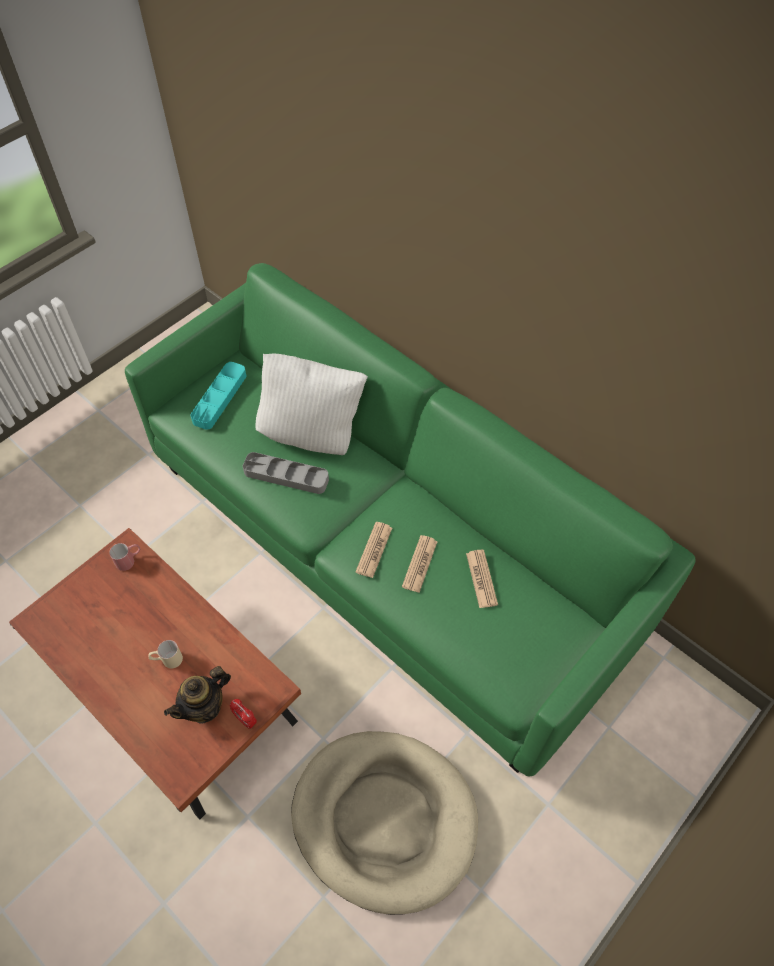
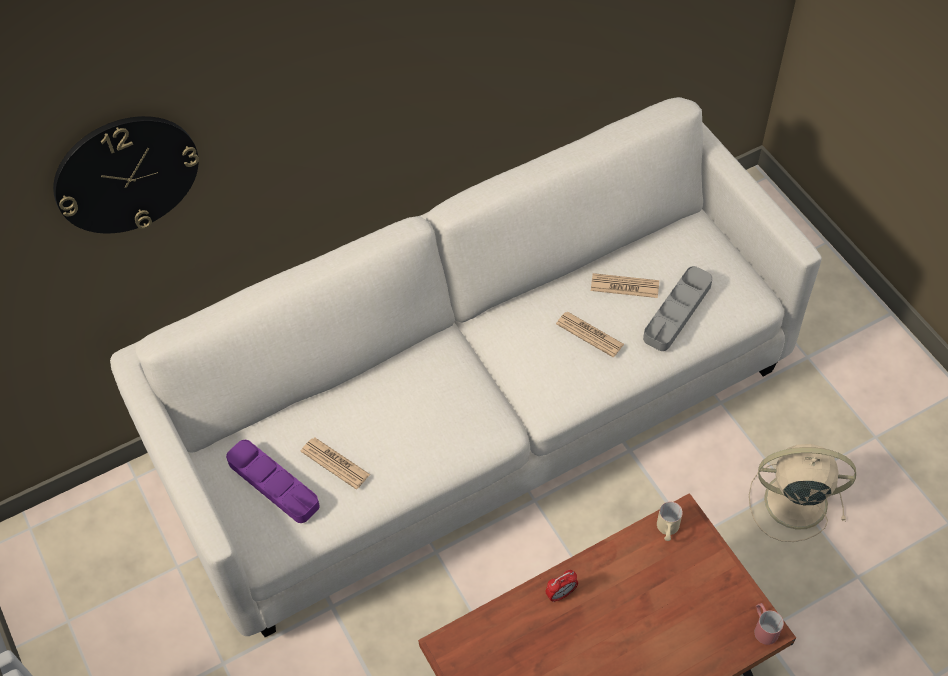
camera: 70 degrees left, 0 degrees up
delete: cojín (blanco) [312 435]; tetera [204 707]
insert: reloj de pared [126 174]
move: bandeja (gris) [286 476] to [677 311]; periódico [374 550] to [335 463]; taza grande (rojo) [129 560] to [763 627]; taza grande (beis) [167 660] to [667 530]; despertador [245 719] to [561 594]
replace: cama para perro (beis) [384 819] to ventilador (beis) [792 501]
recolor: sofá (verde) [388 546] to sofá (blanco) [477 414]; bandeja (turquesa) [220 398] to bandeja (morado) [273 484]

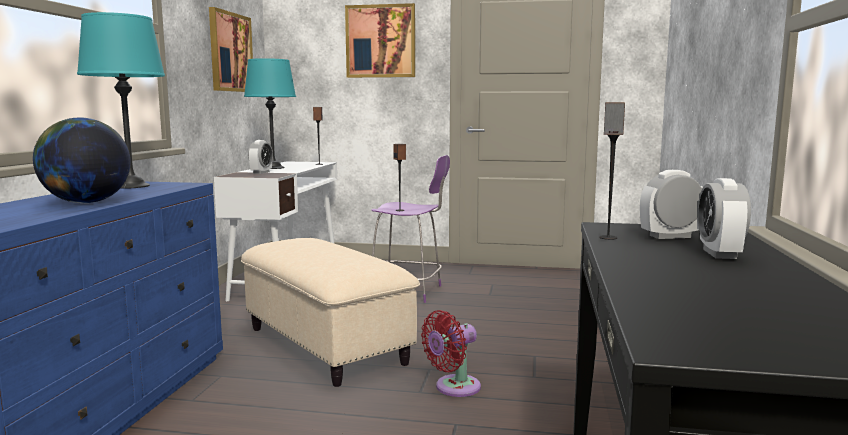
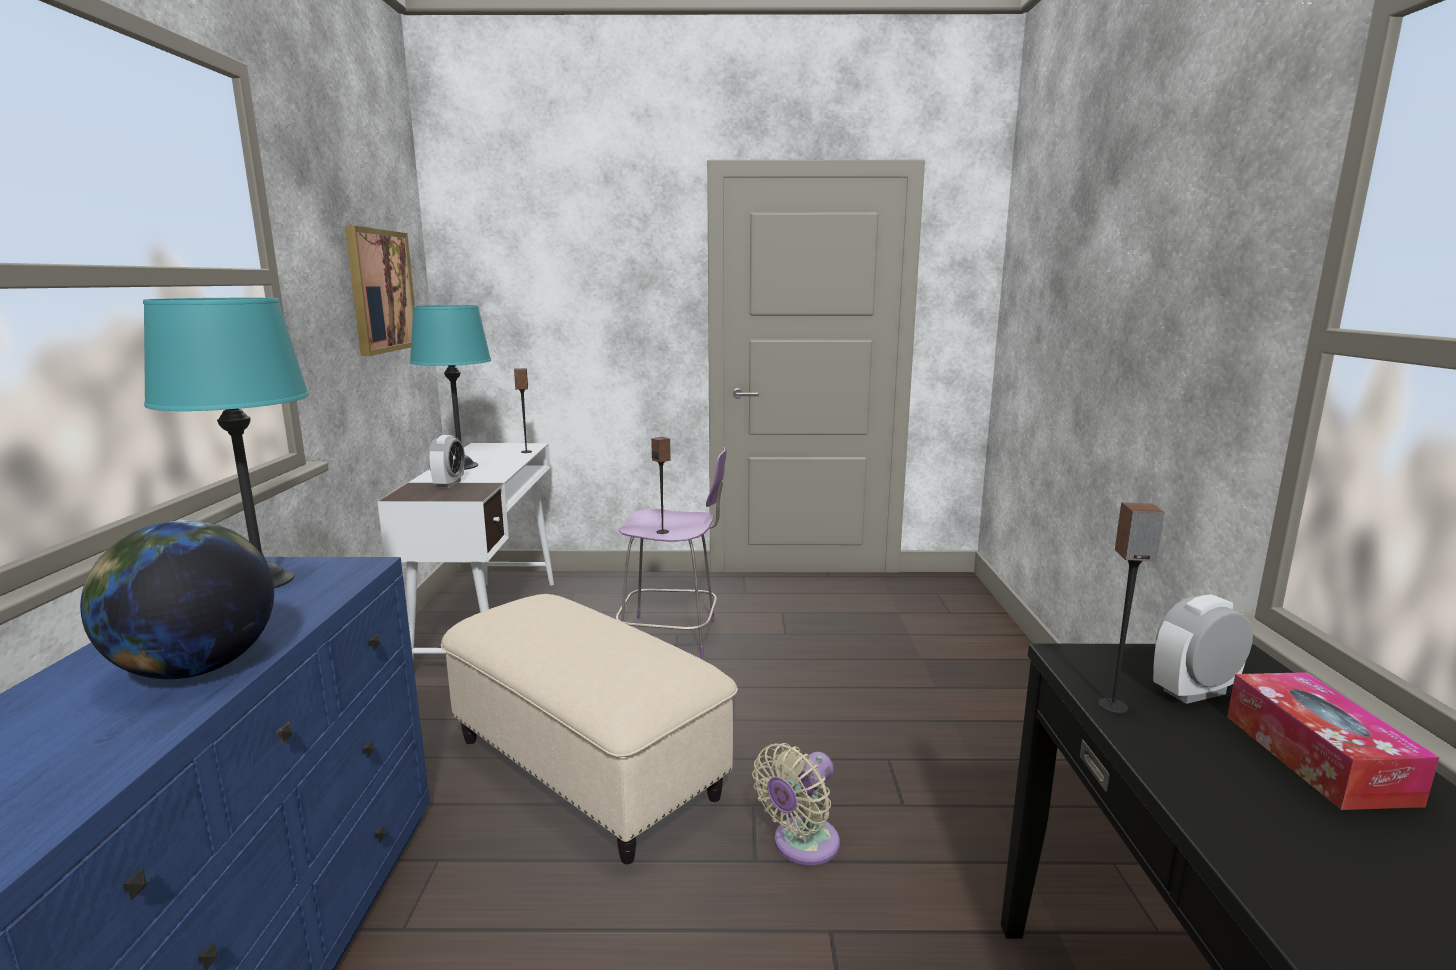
camera: 10 degrees left, 5 degrees up
delete: cuadro [380 41]
replace: despertador [719 254] to caja de pañuelos [1316 758]
recolor: ventilador (rojo) [454 388] to ventilador (beis) [801 845]

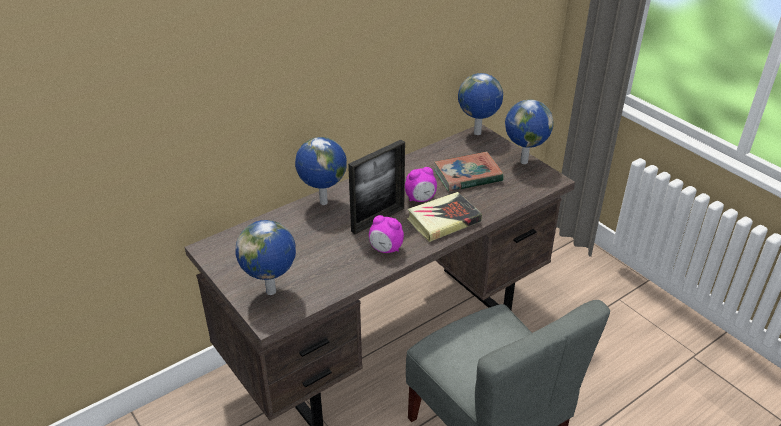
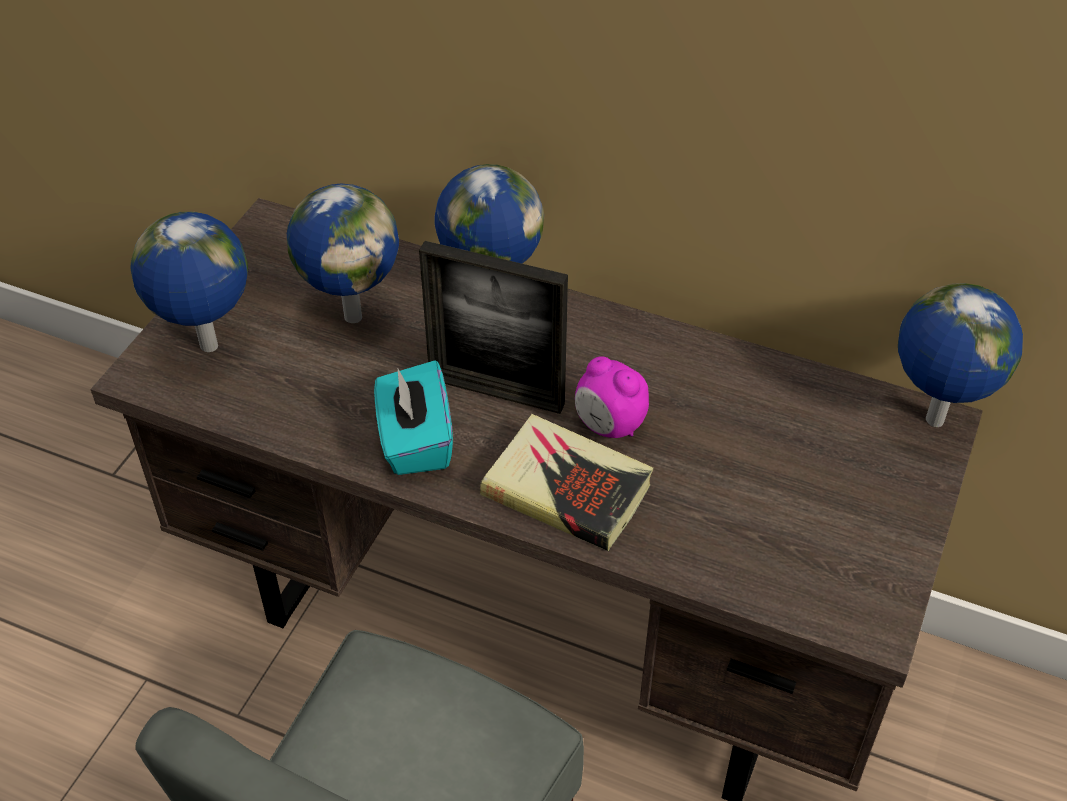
camera: 60 degrees right, 10 degrees up
delete: libro [467 176]
move: globo terráqueo [523 161] to [353 315]
replace: despertador [386 249] to caja de pañuelos (turquesa) [415 441]

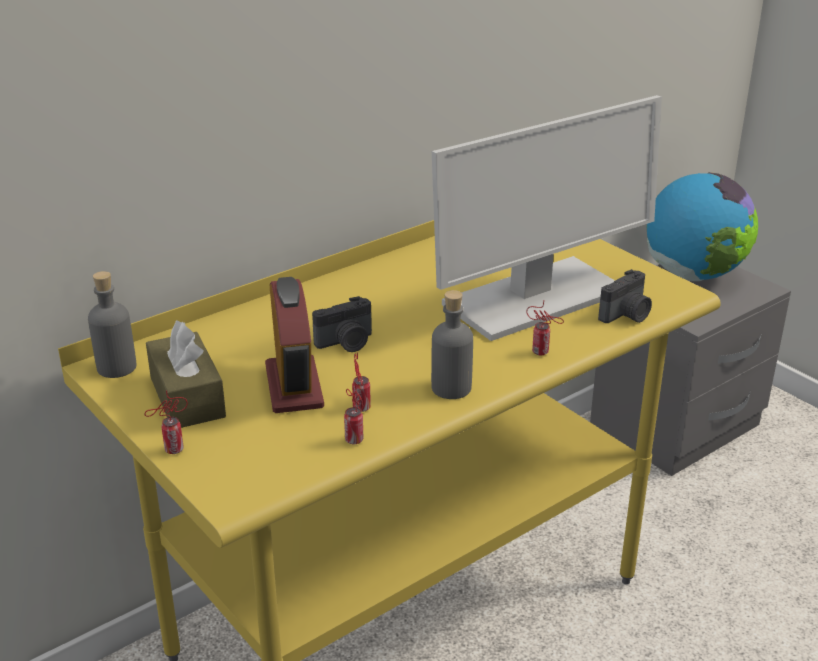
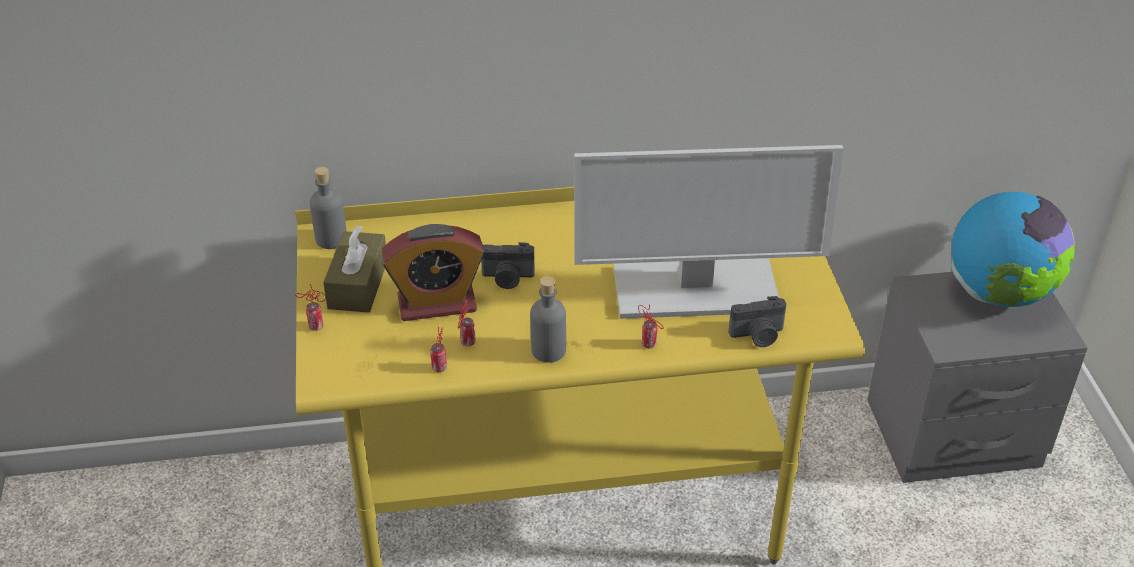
camera: 30 degrees right, 10 degrees up
rotate: despertador [294 386] = [437 304] 60 degrees clockwise

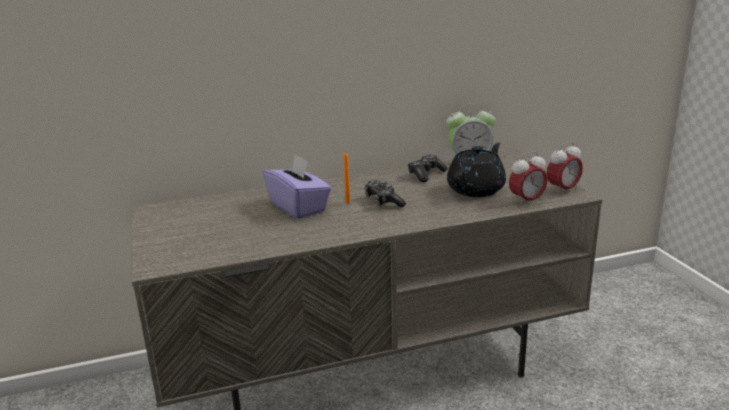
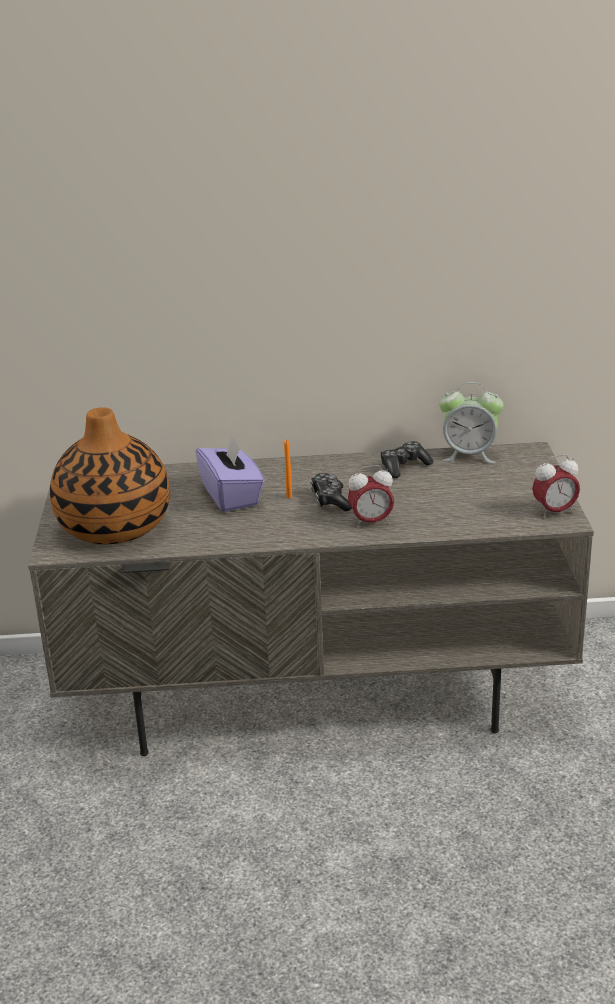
camera: 15 degrees right, 5 degrees up
delete: tetera (negro) [476 189]
insert: florero [115 526]
move: despertador [526 201] to [371 522]

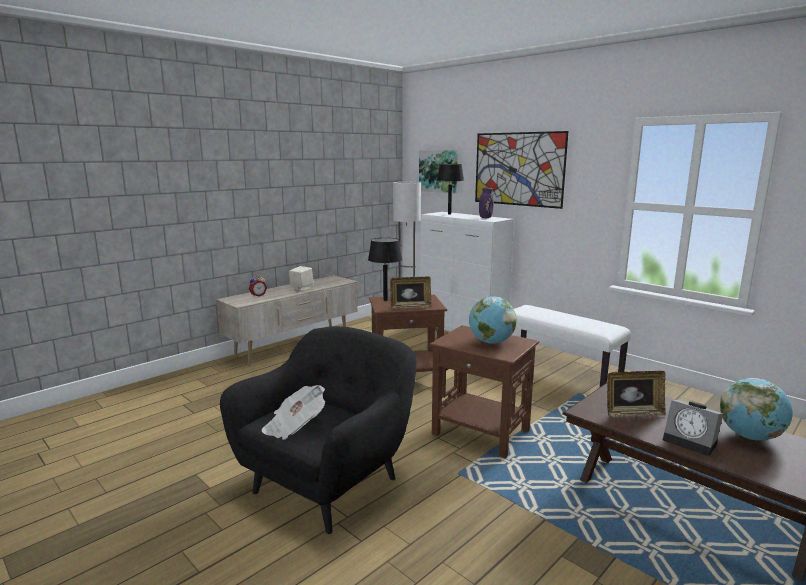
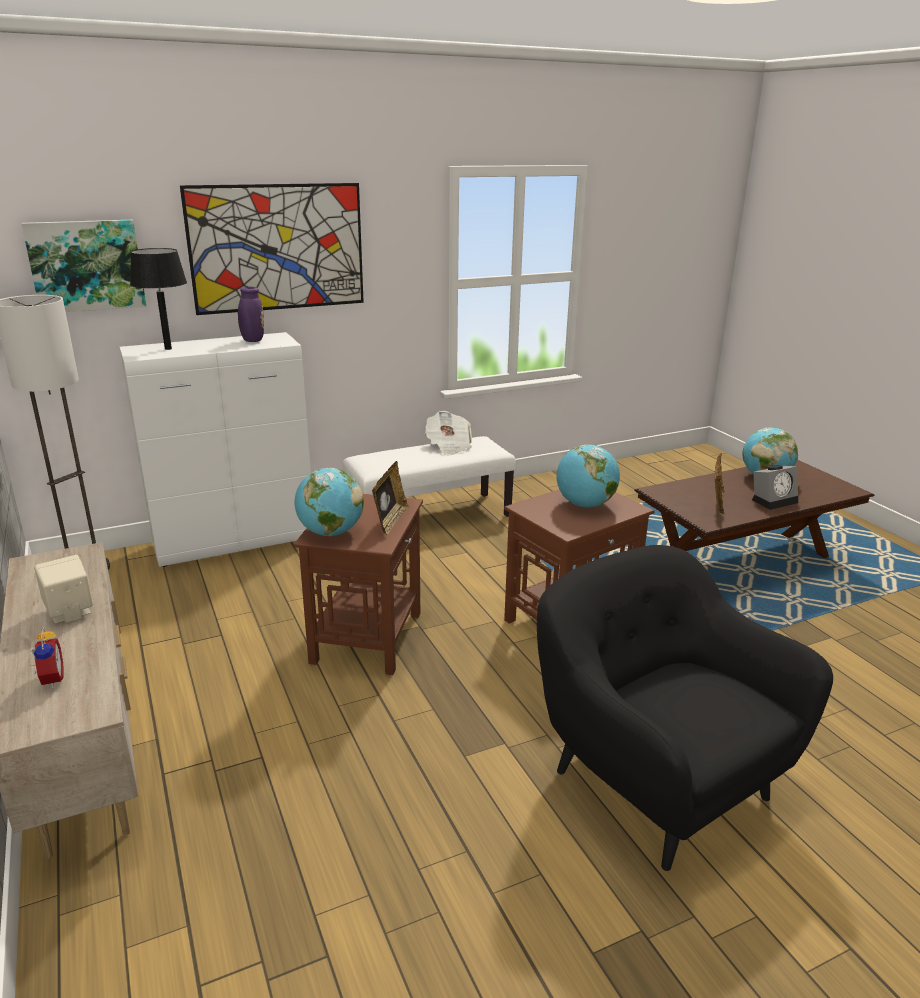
camera: 70 degrees left, 10 degrees up
move: periódico [294 427] to [448 446]
replace: lámpara de mesa (negro) [385 300] to globo terráqueo [330 533]

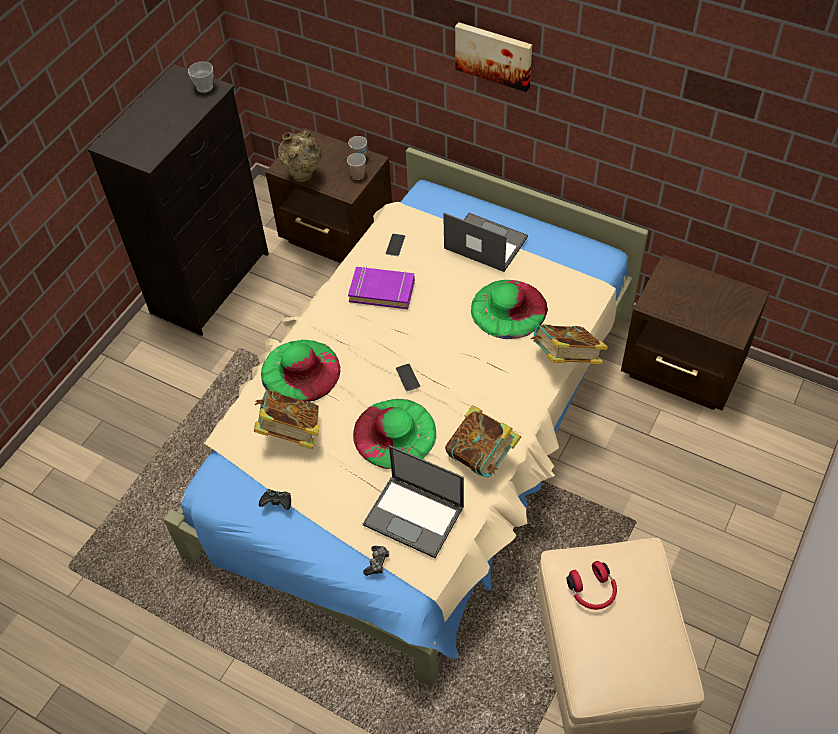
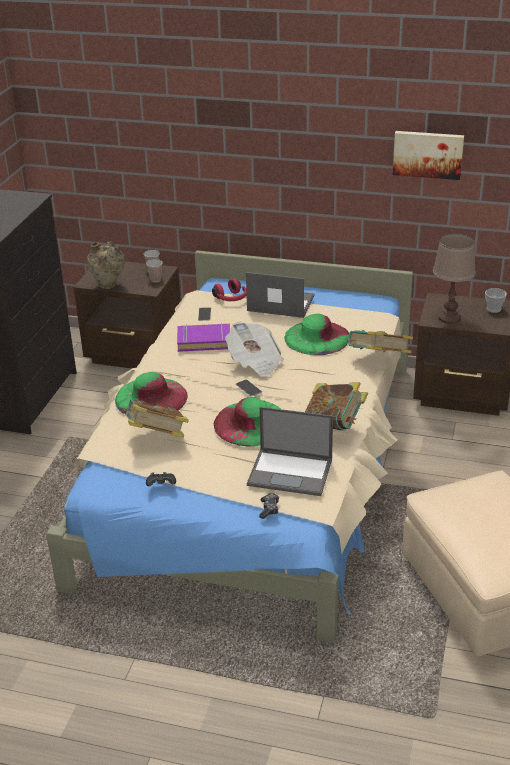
camera: 15 degrees left, 20 degrees down
insert: lámpara de mesa (marrón) [450 318]; periódico [255 362]
move: cuadro [494 55] to [428 154]; taza [204 87] to [493 309]; auriculares (rojo) [592 591] to [231 298]

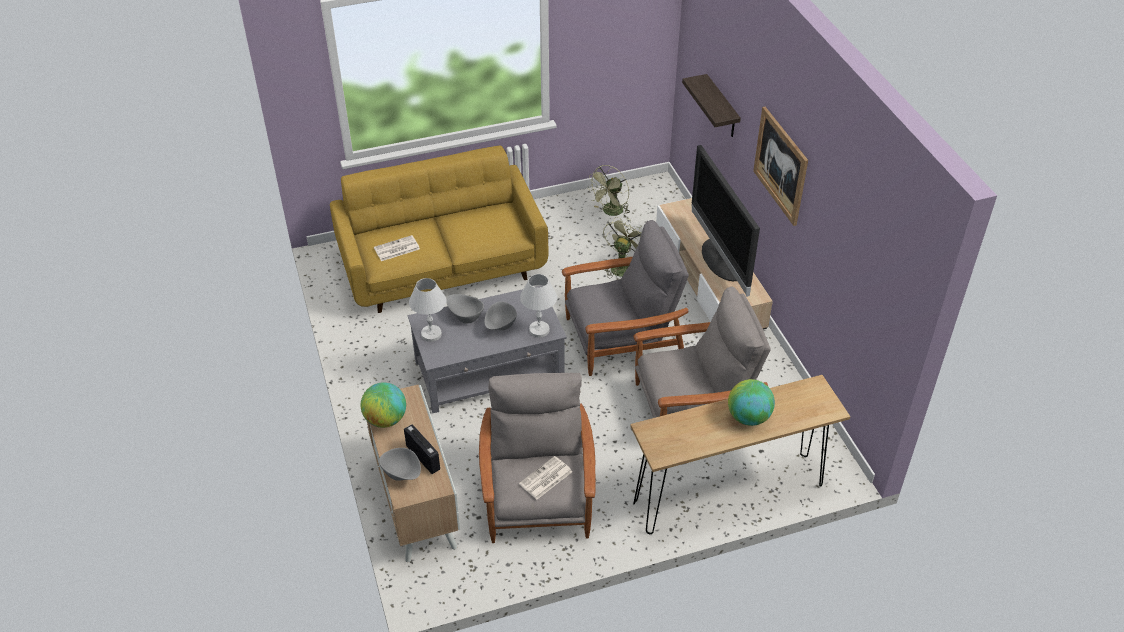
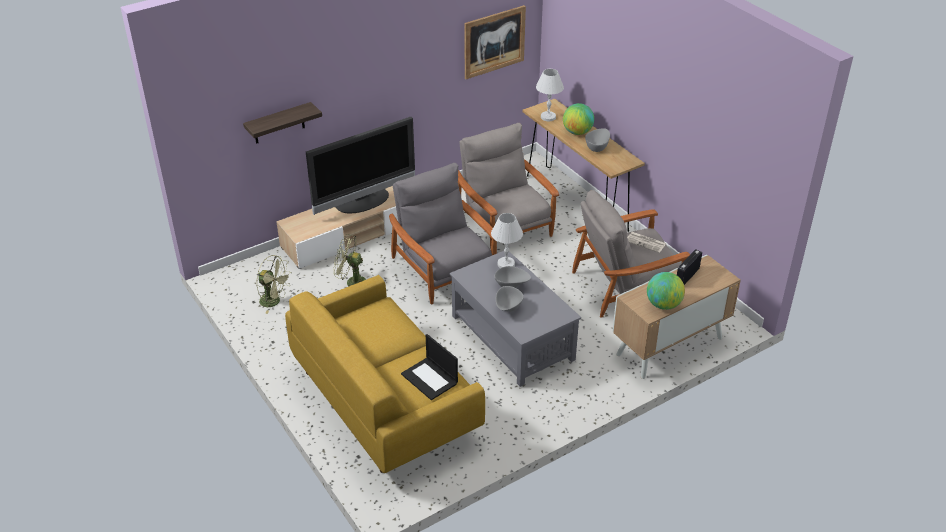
camera: 105 degrees left, 5 degrees down
move: cuadro [780 165] to [494 41]; lámpara de mesa (blanco) [431 334] to [548 117]; cuenco (gris) [402 475] to [597 147]
replace: periódico [396 249] to portátil [430 379]

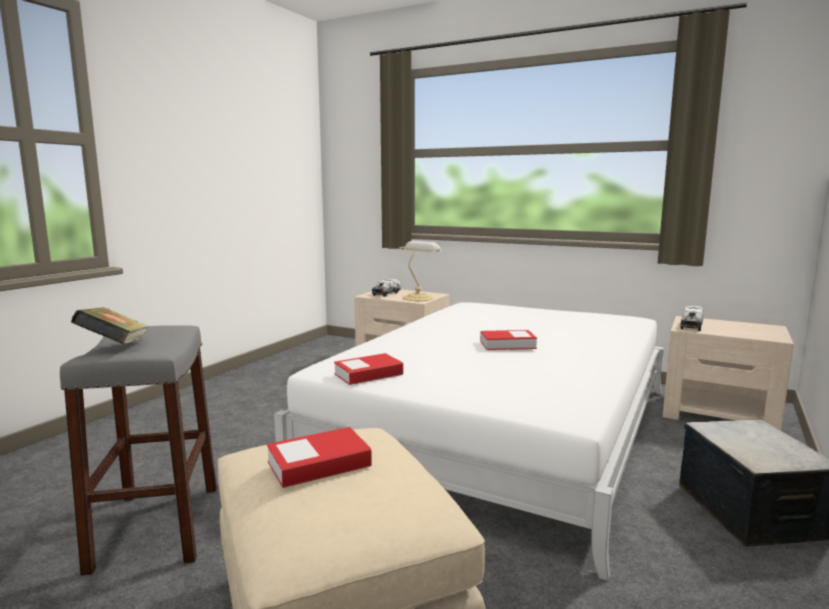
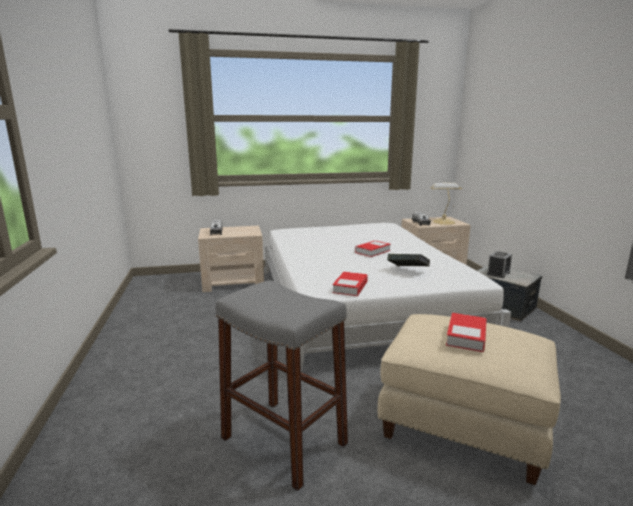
camera: 40 degrees left, 5 degrees up
insert: despertador [498 273]
move: lámpara de mesa [418 297] to [443 222]; libro [115 348] to [408 271]

